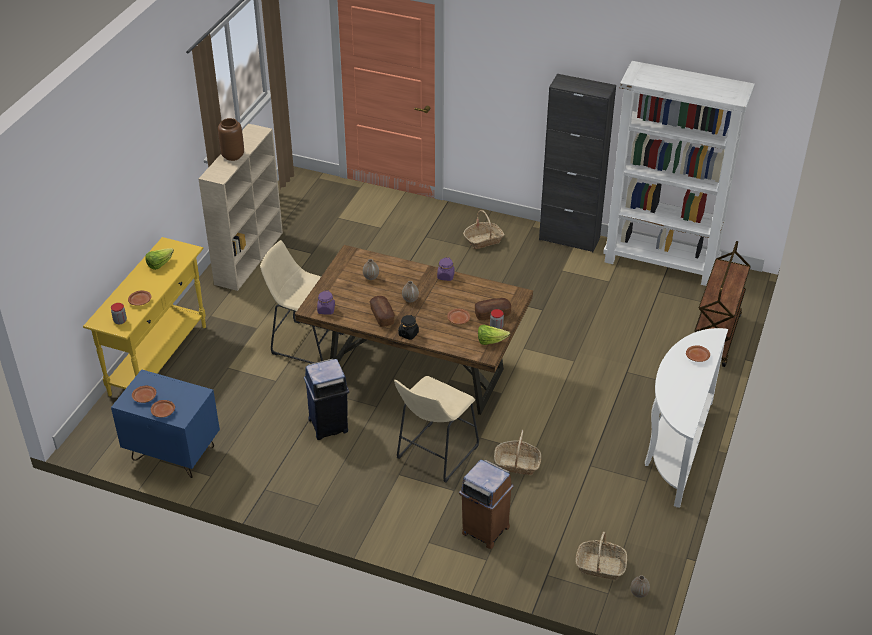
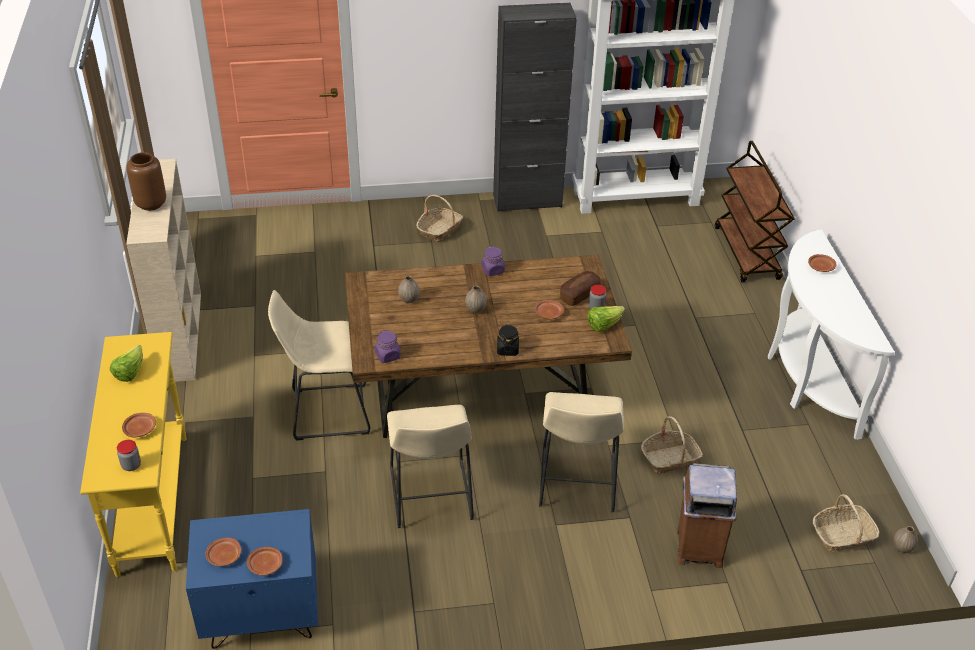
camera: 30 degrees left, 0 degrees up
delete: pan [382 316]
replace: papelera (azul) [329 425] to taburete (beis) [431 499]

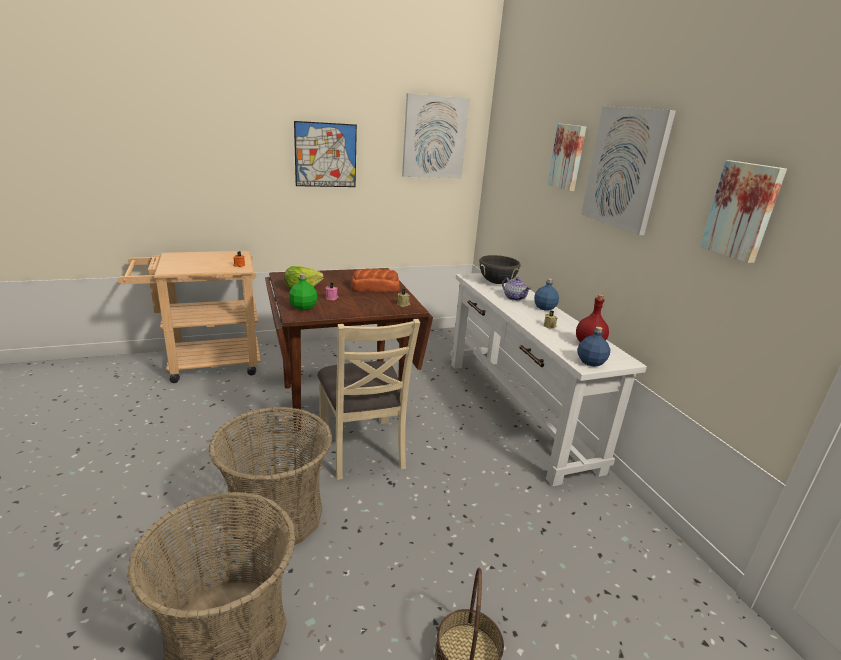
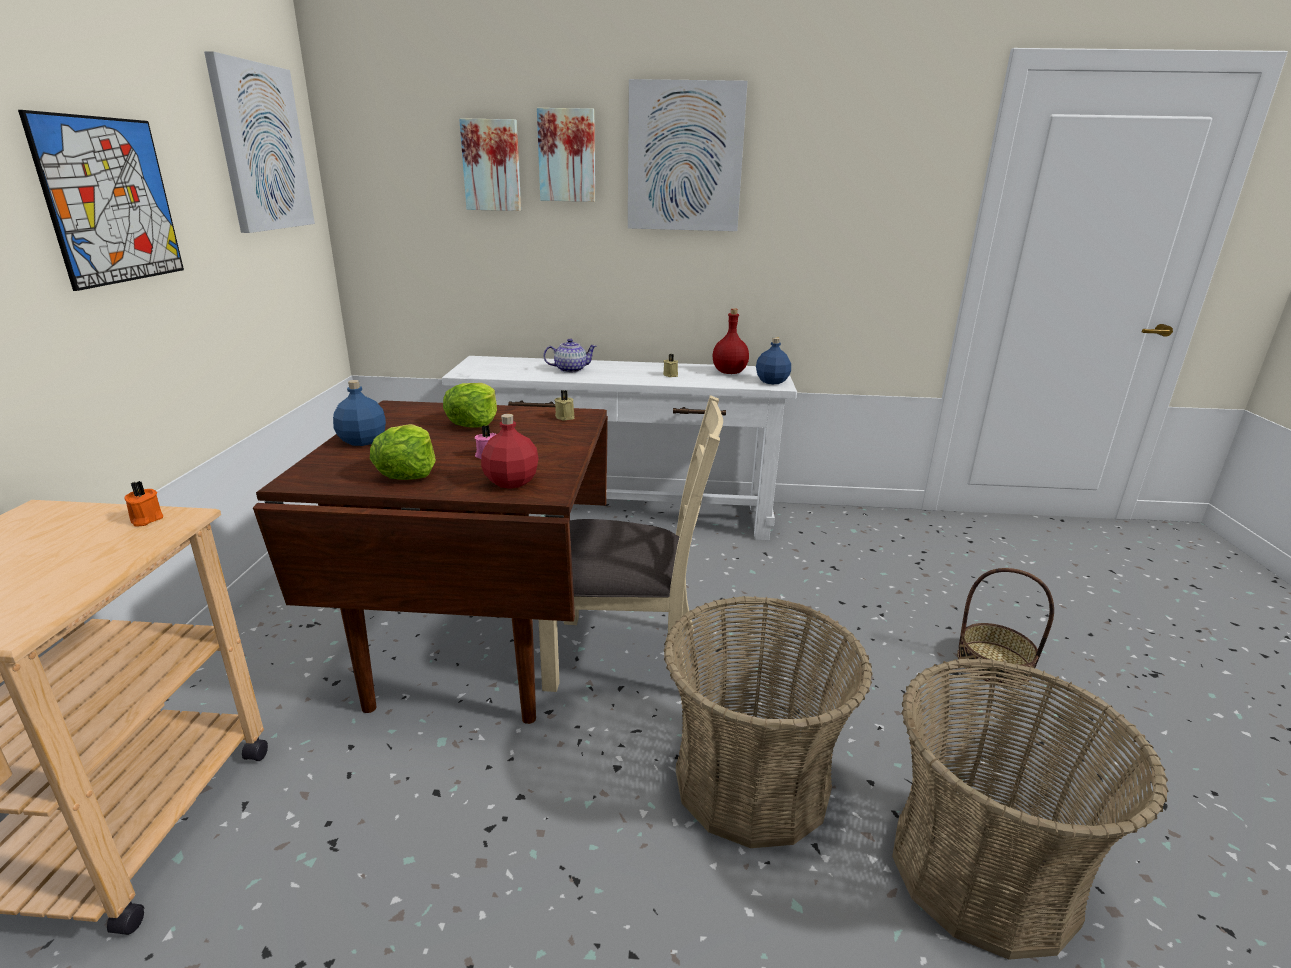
camera: 65 degrees left, 0 degrees up
delete: olla (negro) [497 282]
move: cuadro [743 211] to [492 165]; botella (azul) [544 307] to [362 440]
replace: pan [374 288] to lechuga [473 422]
recolor: botella (verde) [303 307] to botella (rojo) [511 482]

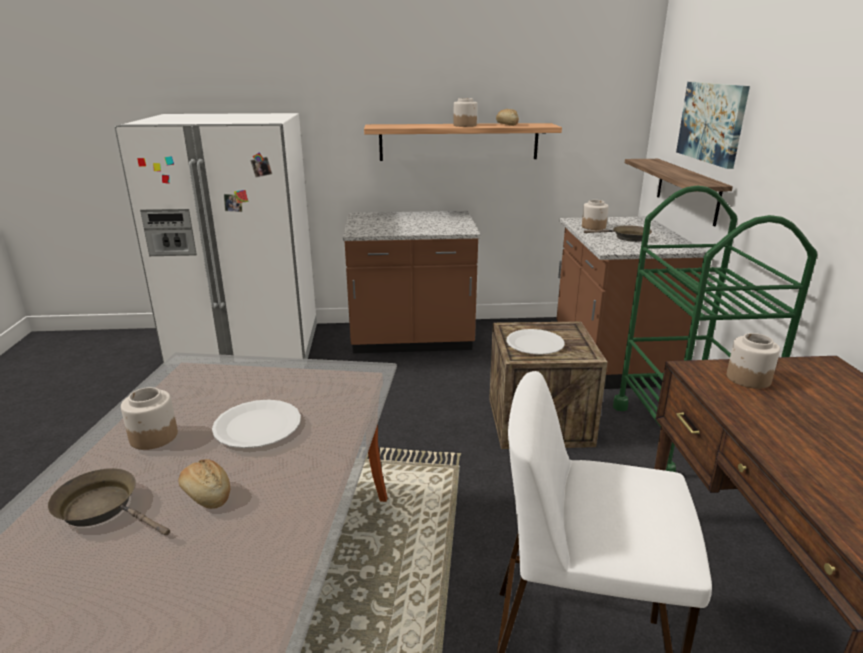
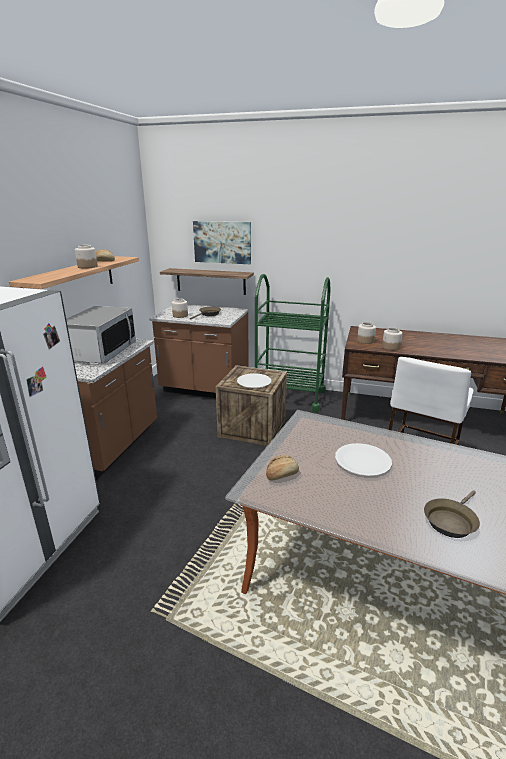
camera: 70 degrees left, 0 degrees up
insert: microondas [101 352]
move: tarro [153 437] to [390 347]; pan [206 494] to [281 475]

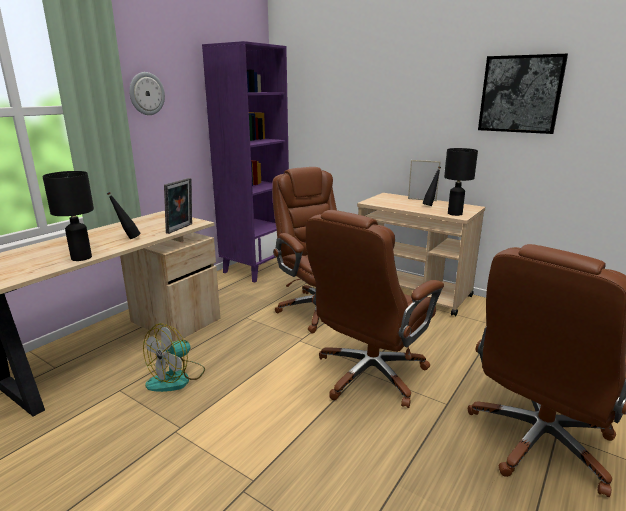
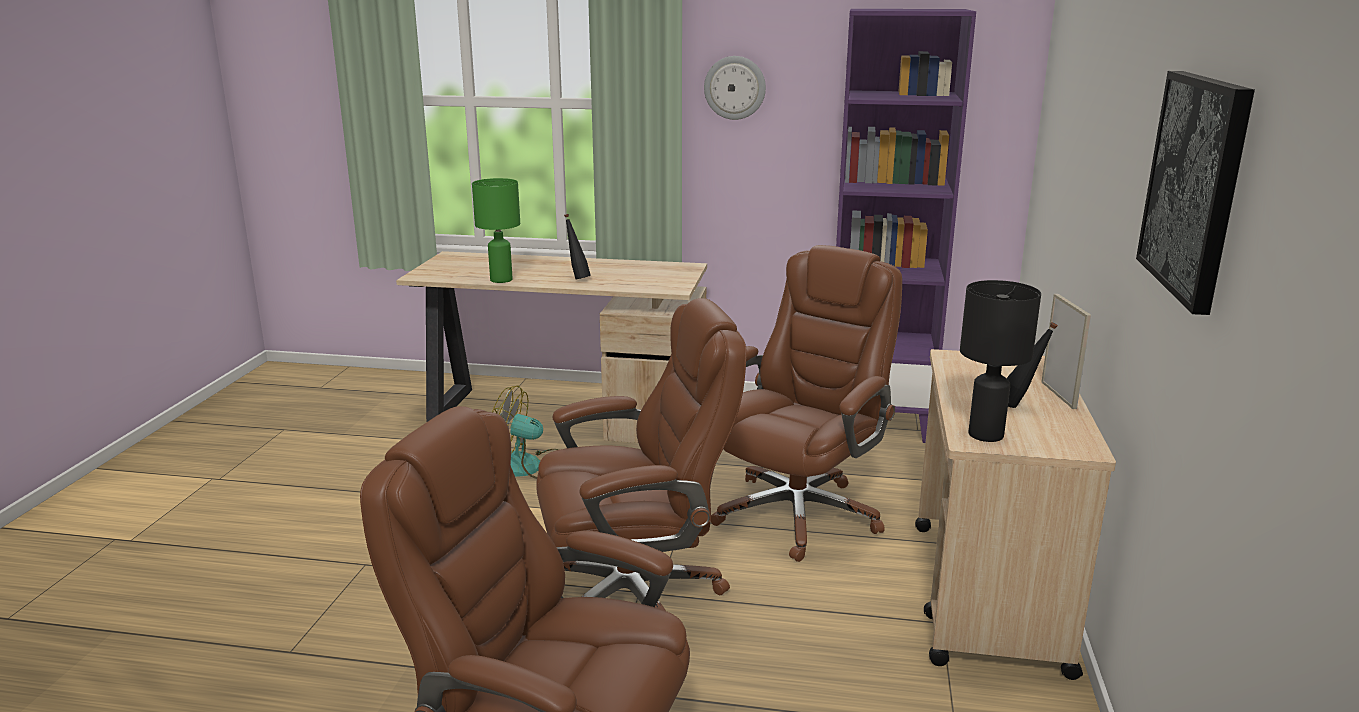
camera: 65 degrees right, 0 degrees up
delete: portarretratos [181 229]
recolor: lámpara de mesa (negro) [82 257] to lámpara de mesa (verde) [502 280]
rotate: silla de oficina (marrón) [369 375] = [635 600] 150 degrees clockwise

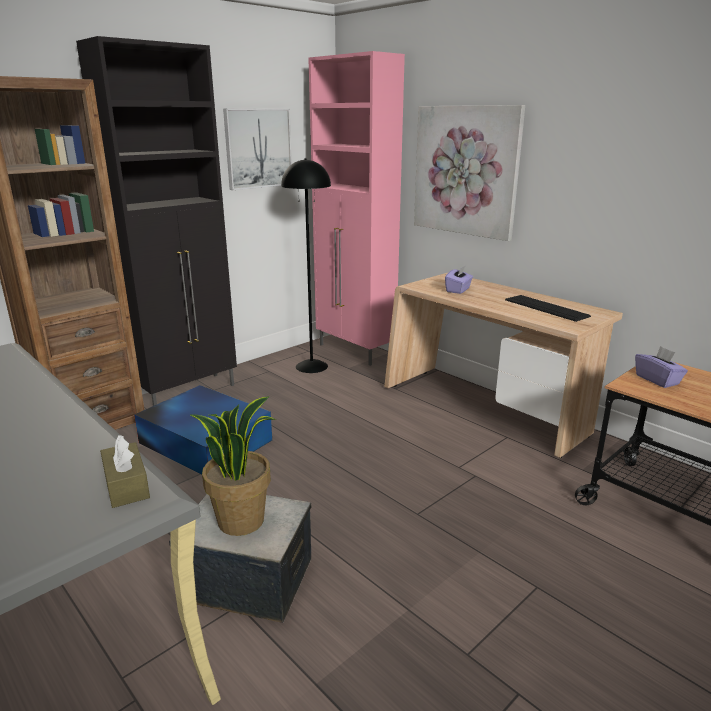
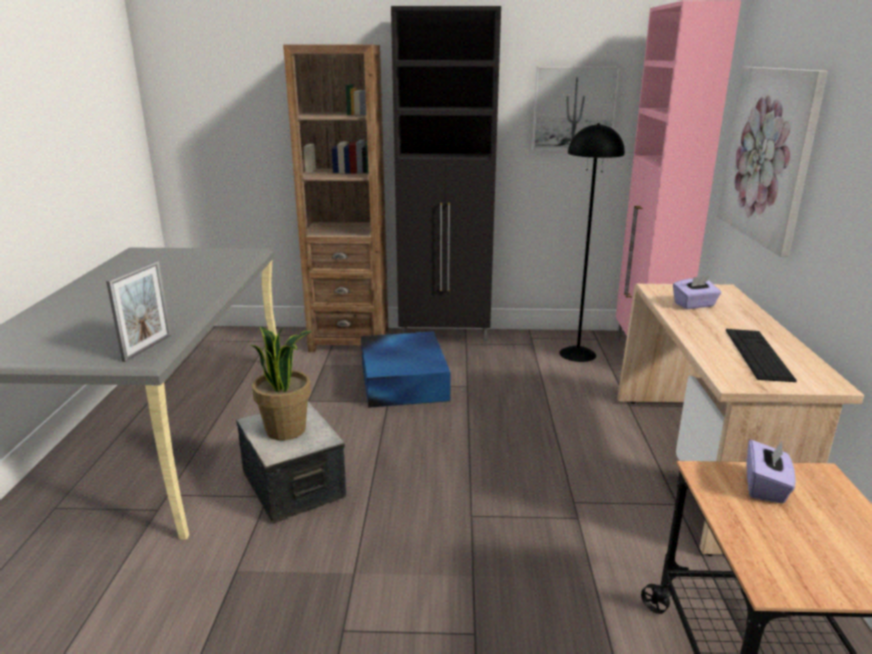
camera: 45 degrees right, 0 degrees up
replace: caja de pañuelos (marrón) [126 485] to portarretratos [147 348]

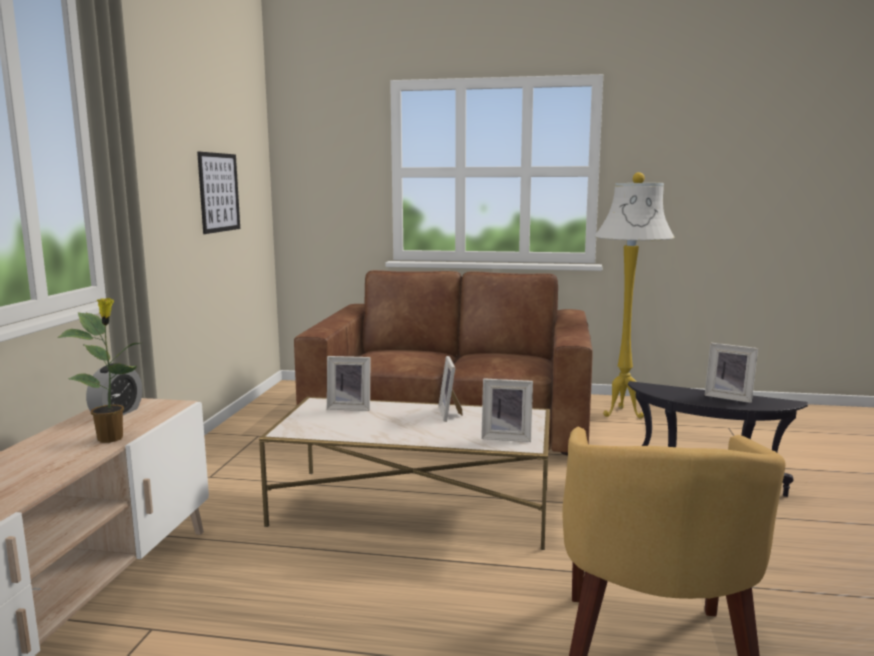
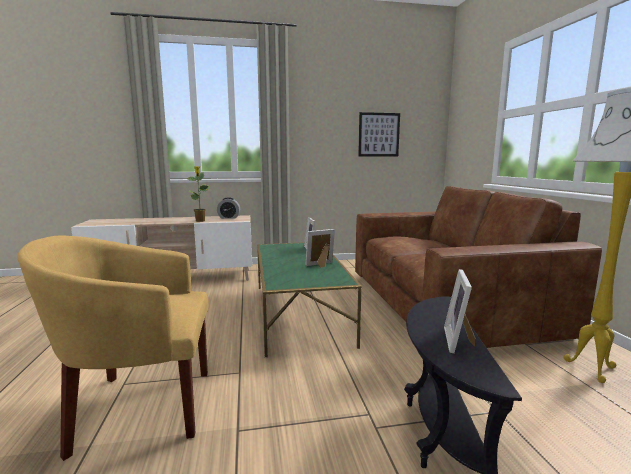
camera: 70 degrees right, 0 degrees up
delete: portarretratos [506 437]
recolor: mesa de centro (blanco) [414 506] to mesa de centro (verde) [299 312]

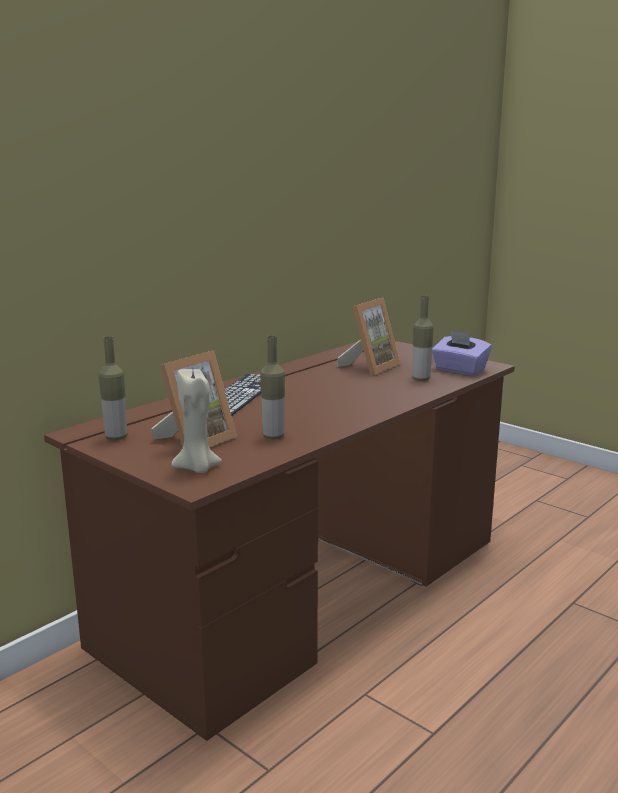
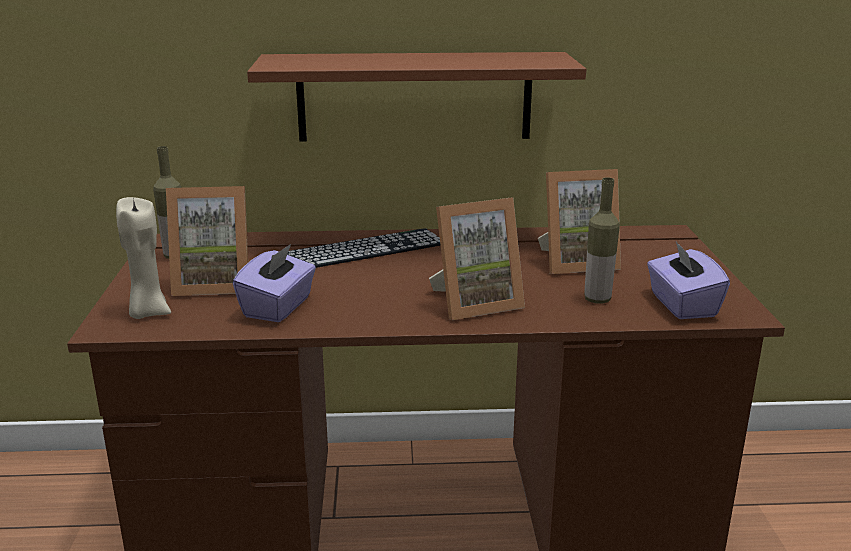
camera: 45 degrees right, 5 degrees up
insert: estante (marrón) [414 97]; portarretratos [475 303]
replace: botella [273 436] to caja de pañuelos (morado) [278 307]

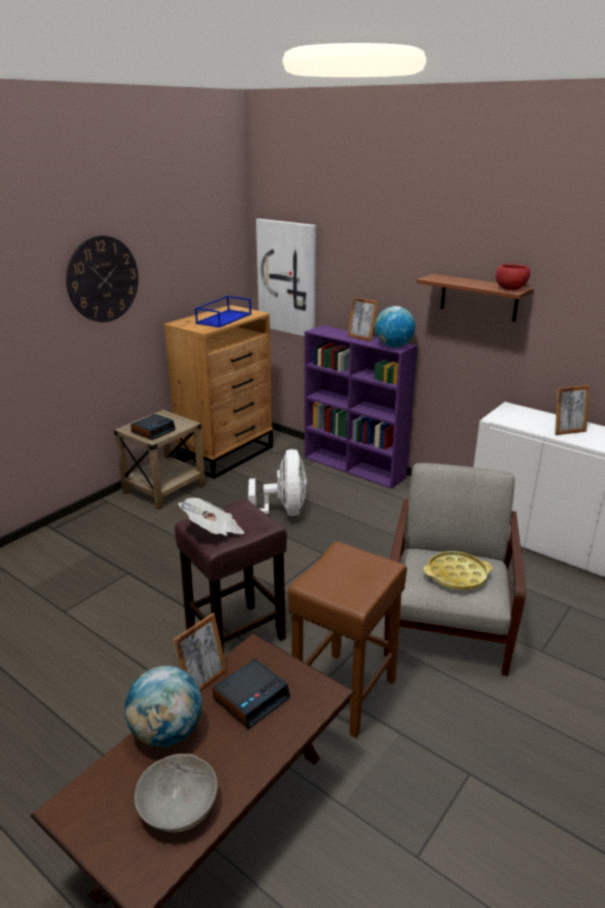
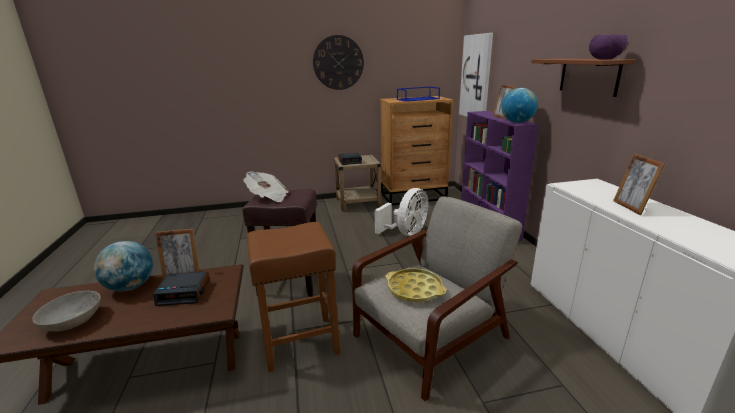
camera: 40 degrees right, 5 degrees down
recolor: cuenco (rojo) [510 289] to cuenco (morado) [604 59]
rotate: portarretratos [567 431] = [631 207] 60 degrees clockwise

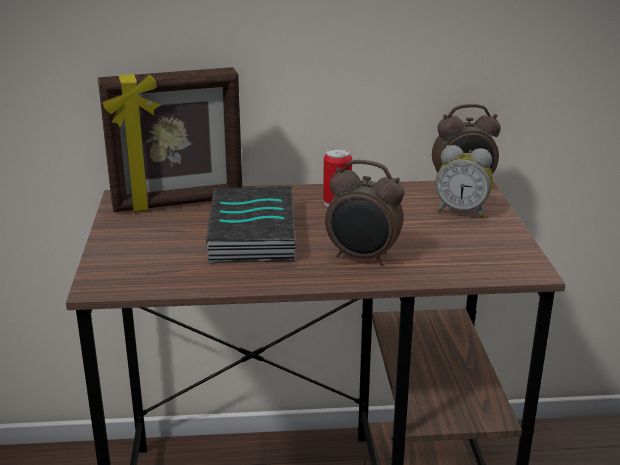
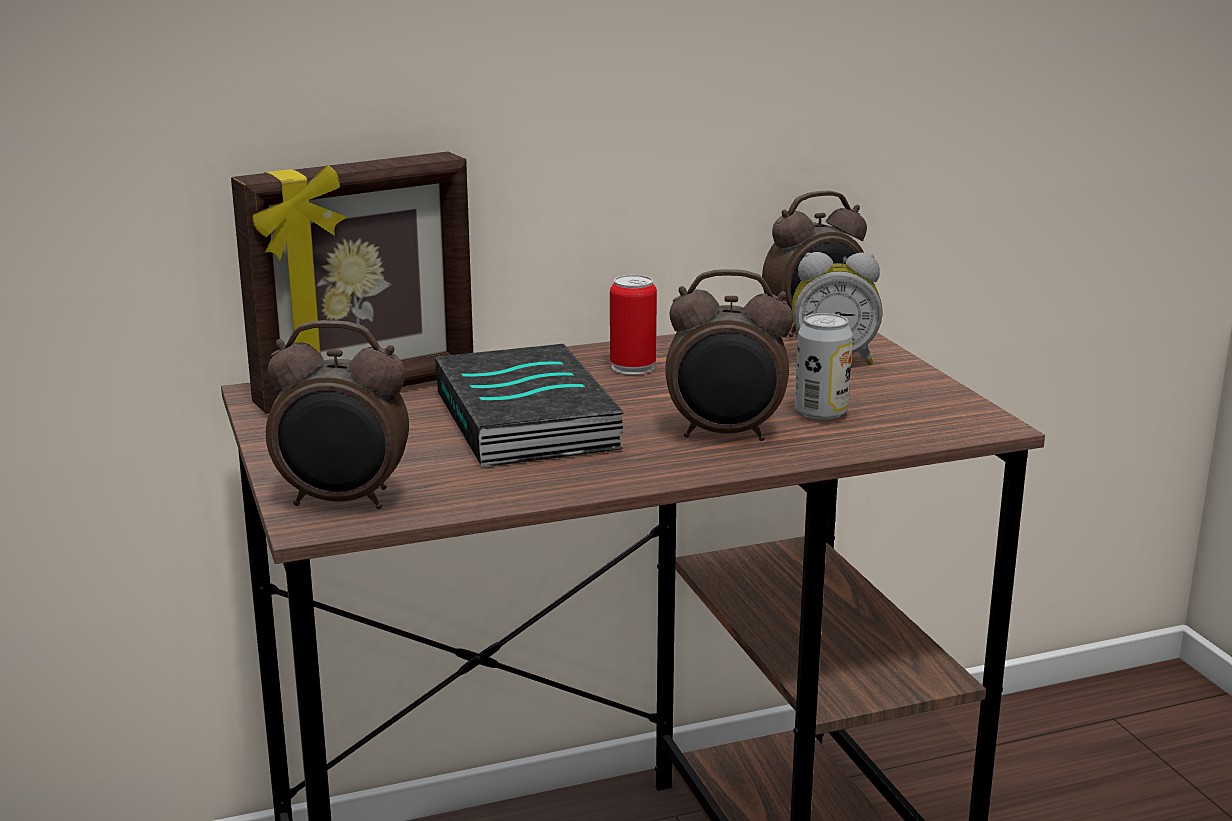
camera: 15 degrees left, 5 degrees down
insert: lata [821 413]; despertador [343 502]

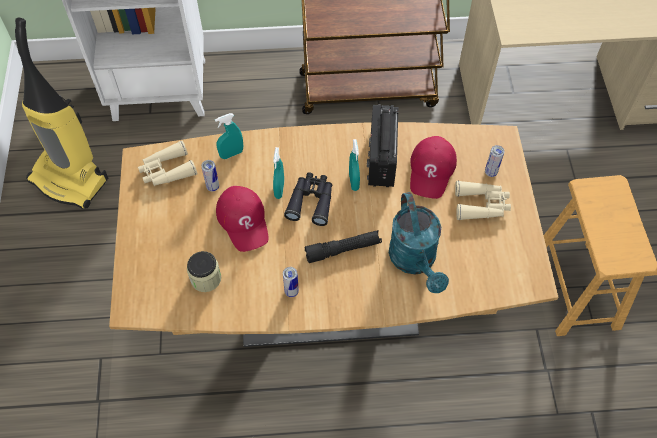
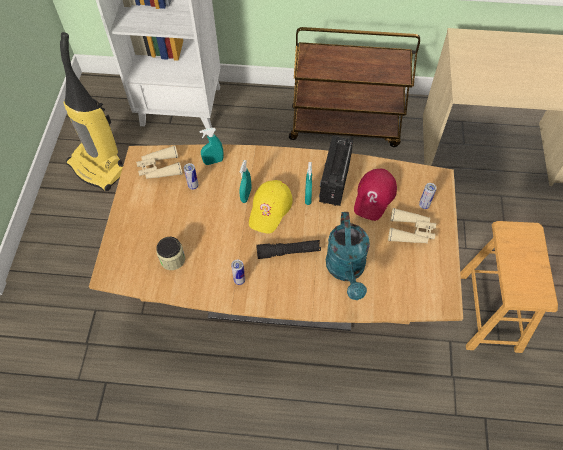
camera: 10 degrees right, 0 degrees up
delete: gorra (rojo) [244 220]
replace: prismáticos (negro) [311 201] to gorra (amarillo) [270 208]

